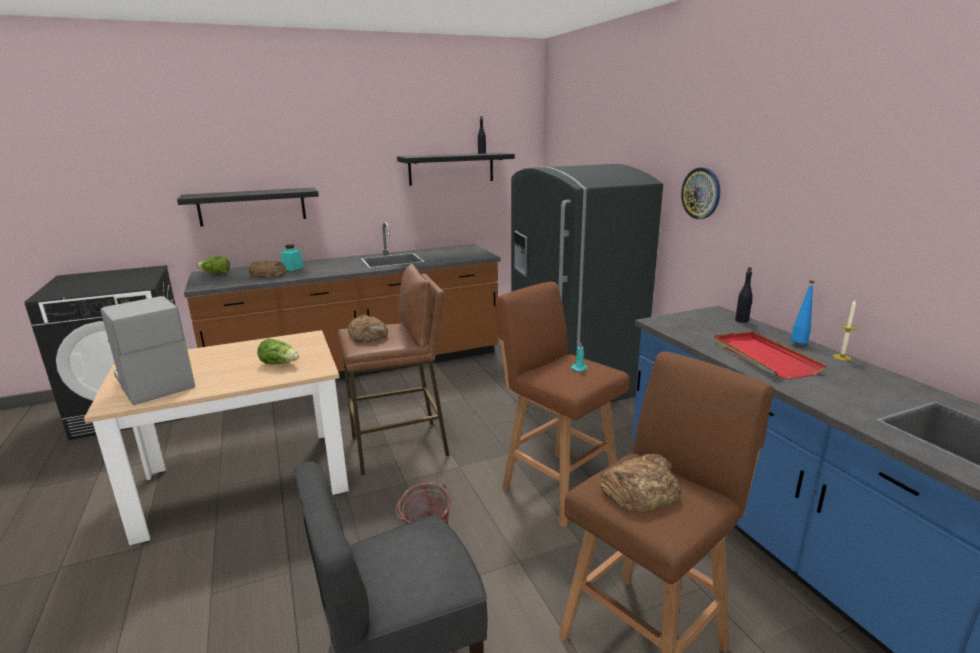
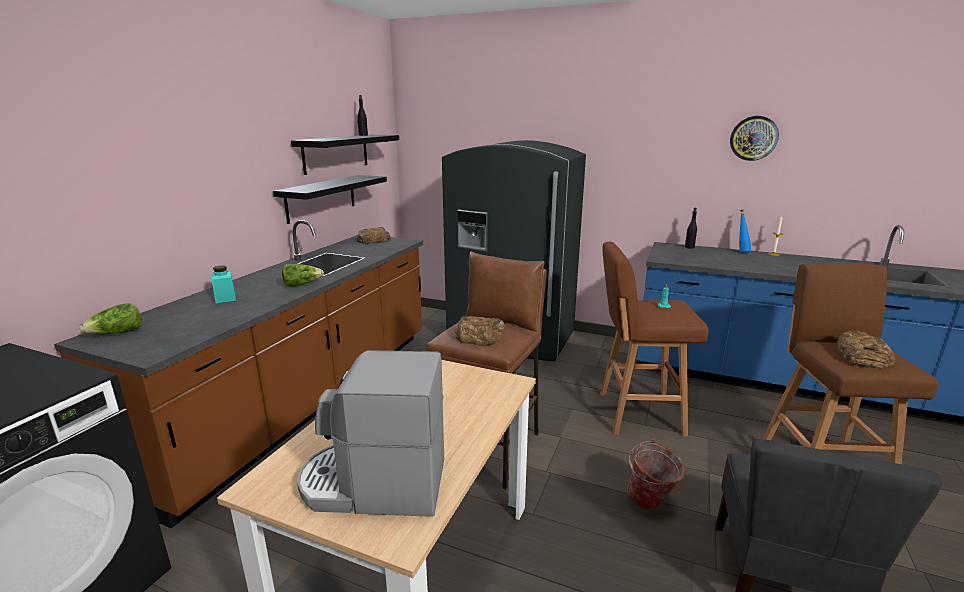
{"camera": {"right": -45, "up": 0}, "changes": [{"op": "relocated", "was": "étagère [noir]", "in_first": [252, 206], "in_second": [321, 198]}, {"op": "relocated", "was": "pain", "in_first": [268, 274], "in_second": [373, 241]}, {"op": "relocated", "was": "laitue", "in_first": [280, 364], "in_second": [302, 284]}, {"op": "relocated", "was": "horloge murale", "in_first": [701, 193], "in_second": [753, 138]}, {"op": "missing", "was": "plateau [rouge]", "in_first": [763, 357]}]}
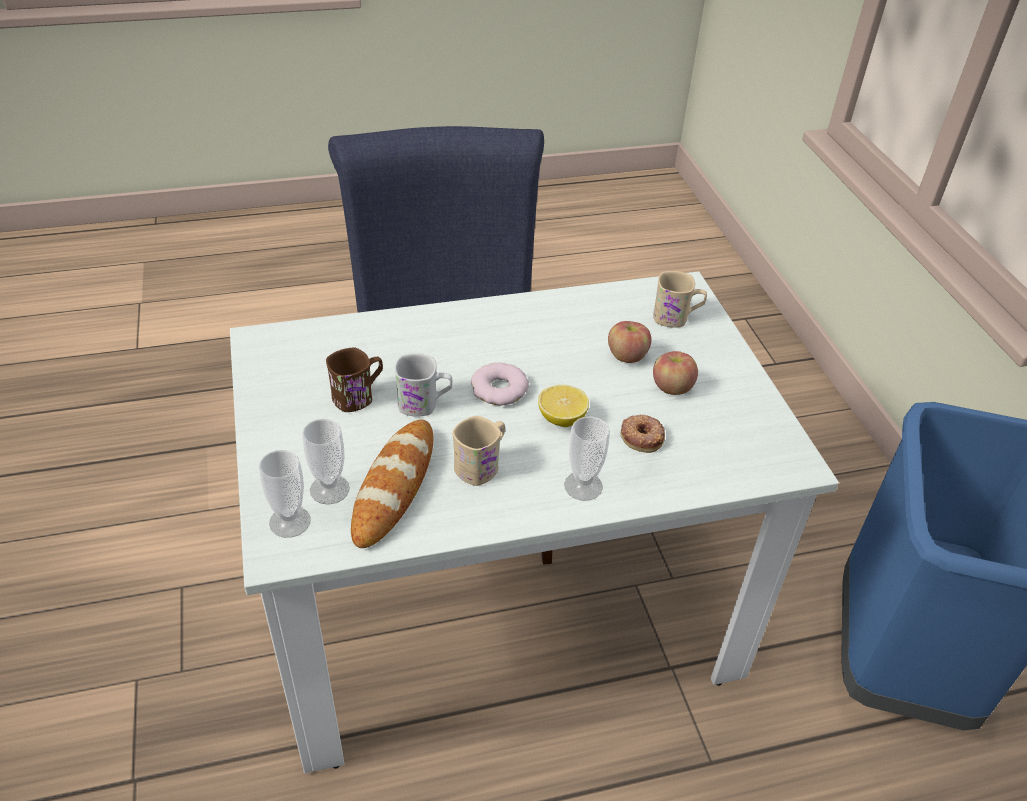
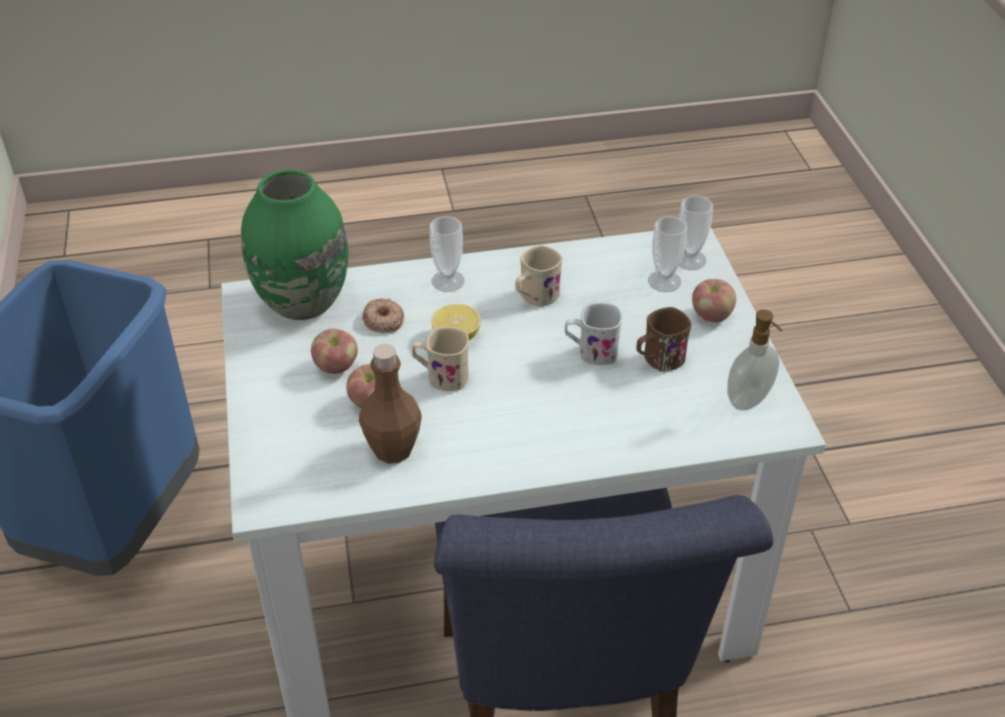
{"camera": {"right": -175, "up": 0}, "changes": [{"op": "missing", "was": "pain", "in_first": [394, 486]}, {"op": "missing", "was": "beignet", "in_first": [499, 389]}, {"op": "relocated", "was": "mug [beige]", "in_first": [676, 318], "in_second": [441, 377]}, {"op": "appeared", "now": "vase [vert]", "in_second": [302, 303]}, {"op": "appeared", "now": "bouteille [marron]", "in_second": [393, 450]}, {"op": "appeared", "now": "pomme", "in_second": [711, 316]}, {"op": "appeared", "now": "distributeur de savon", "in_second": [749, 401]}]}
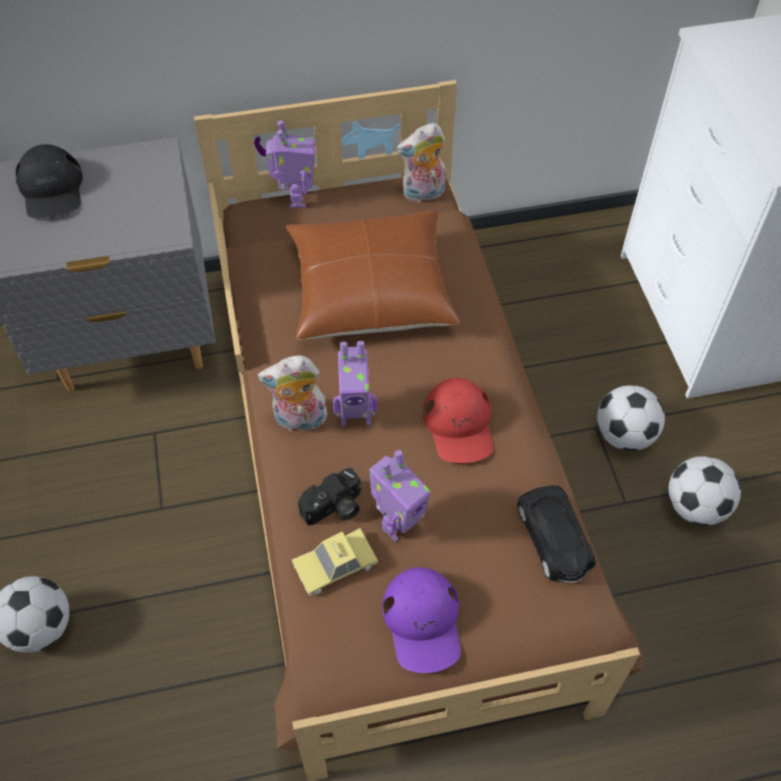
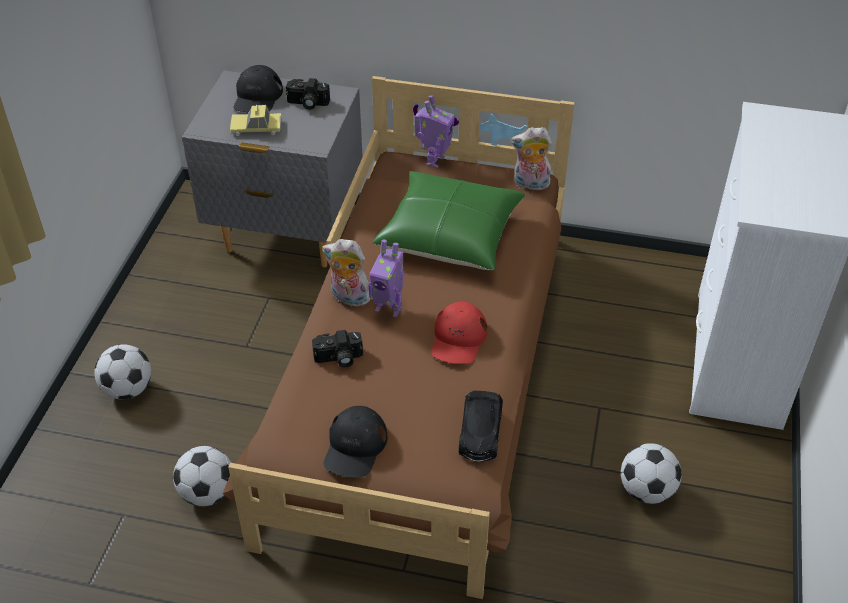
{"camera": {"right": 25, "up": -10}, "changes": [{"op": "colour", "was": "coussin [marron]", "now": "coussin [vert]", "in_first": [370, 290], "in_second": [449, 234]}, {"op": "relocated", "was": "petite voiture", "in_first": [335, 565], "in_second": [256, 127]}, {"op": "missing", "was": "robot jouet", "in_first": [398, 523]}, {"op": "colour", "was": "casquette [violet]", "now": "casquette [noir]", "in_first": [423, 622], "in_second": [355, 446]}, {"op": "relocated", "was": "ballon de foot", "in_first": [624, 435], "in_second": [207, 493]}, {"op": "appeared", "now": "appareil photo", "in_second": [307, 103]}]}
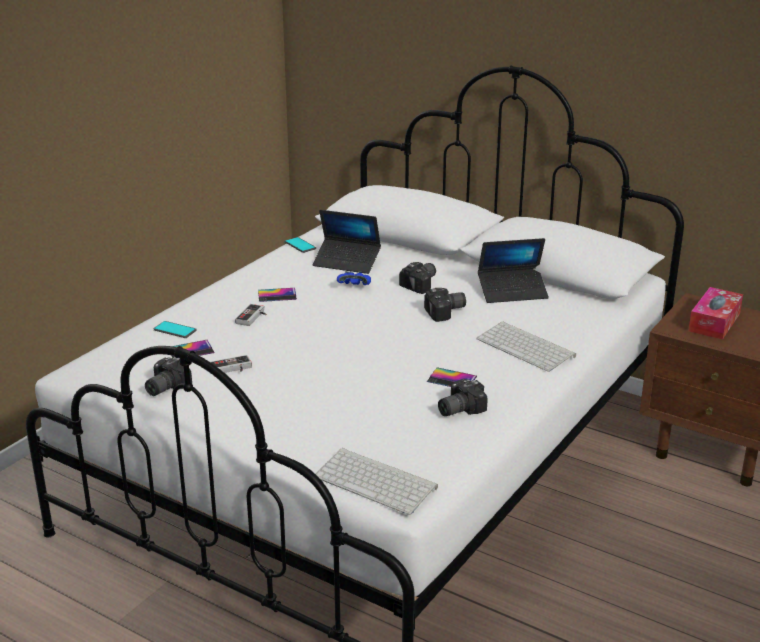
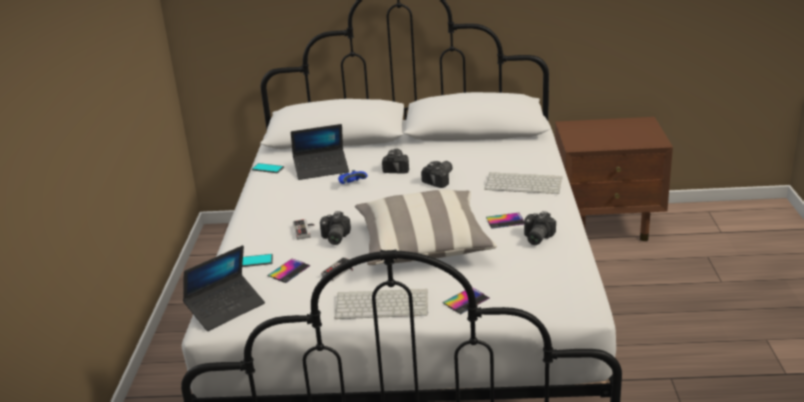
{"camera": {"right": -30, "up": 0}, "changes": [{"op": "relocated", "was": "appareil photo", "in_first": [164, 387], "in_second": [334, 238]}, {"op": "relocated", "was": "téléphone", "in_first": [277, 295], "in_second": [466, 301]}, {"op": "relocated", "was": "clavier", "in_first": [377, 482], "in_second": [383, 304]}, {"op": "relocated", "was": "ordinateur portable", "in_first": [512, 292], "in_second": [226, 308]}, {"op": "missing", "was": "boîte à mouchoirs", "in_first": [714, 322]}, {"op": "appeared", "now": "coussin", "in_second": [423, 245]}]}
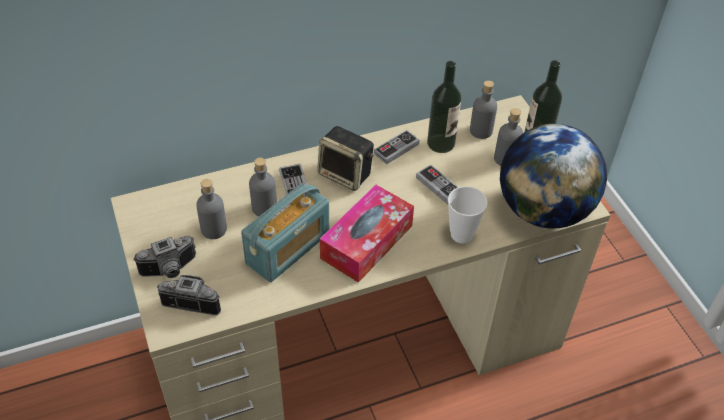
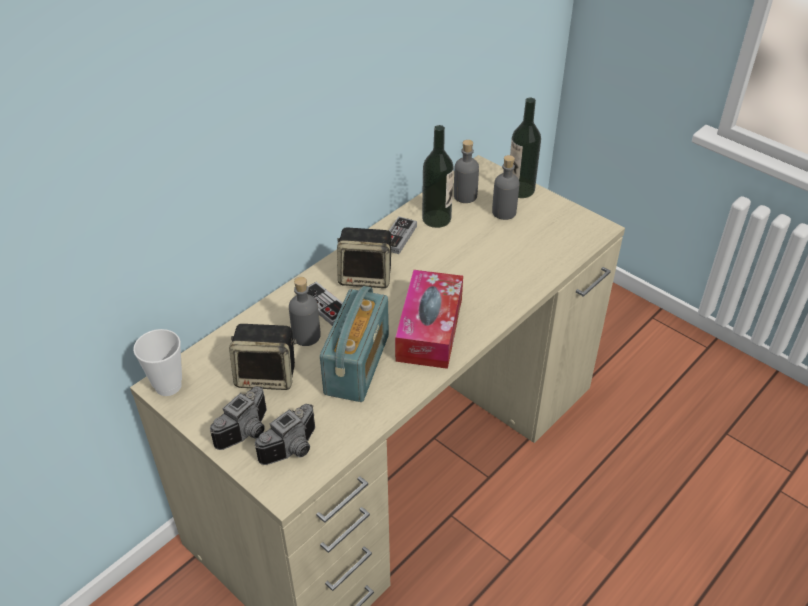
{"camera": {"right": -25, "up": -5}, "changes": [{"op": "spun", "was": "appareil photo", "in_first": [194, 299], "in_second": [294, 450], "clockwise": 150}, {"op": "exchanged", "was": "bouteille [gris]", "now": "enceinte", "in_first": [214, 229], "in_second": [267, 375]}, {"op": "missing", "was": "manette", "in_first": [438, 186]}, {"op": "relocated", "was": "tasse", "in_first": [461, 234], "in_second": [168, 386]}, {"op": "missing", "was": "globe", "in_first": [543, 210]}]}
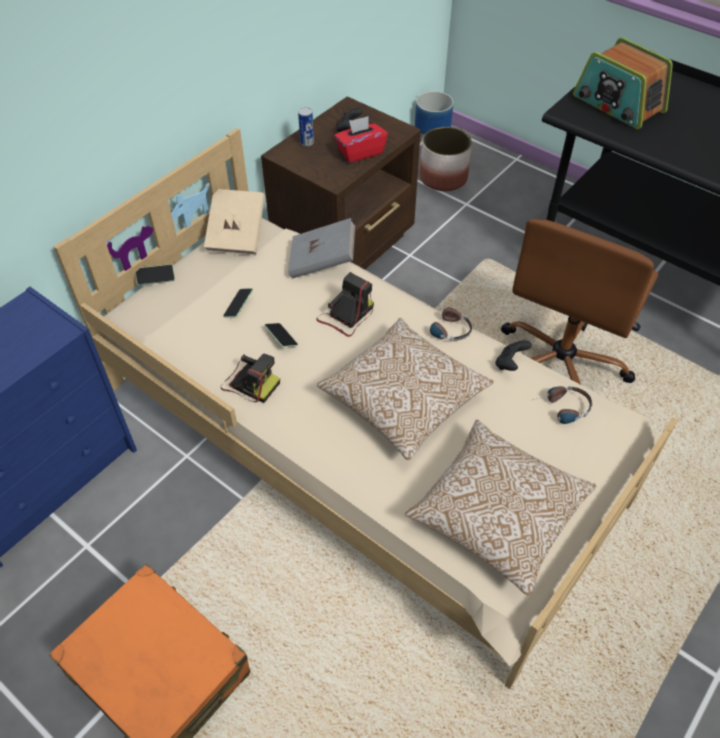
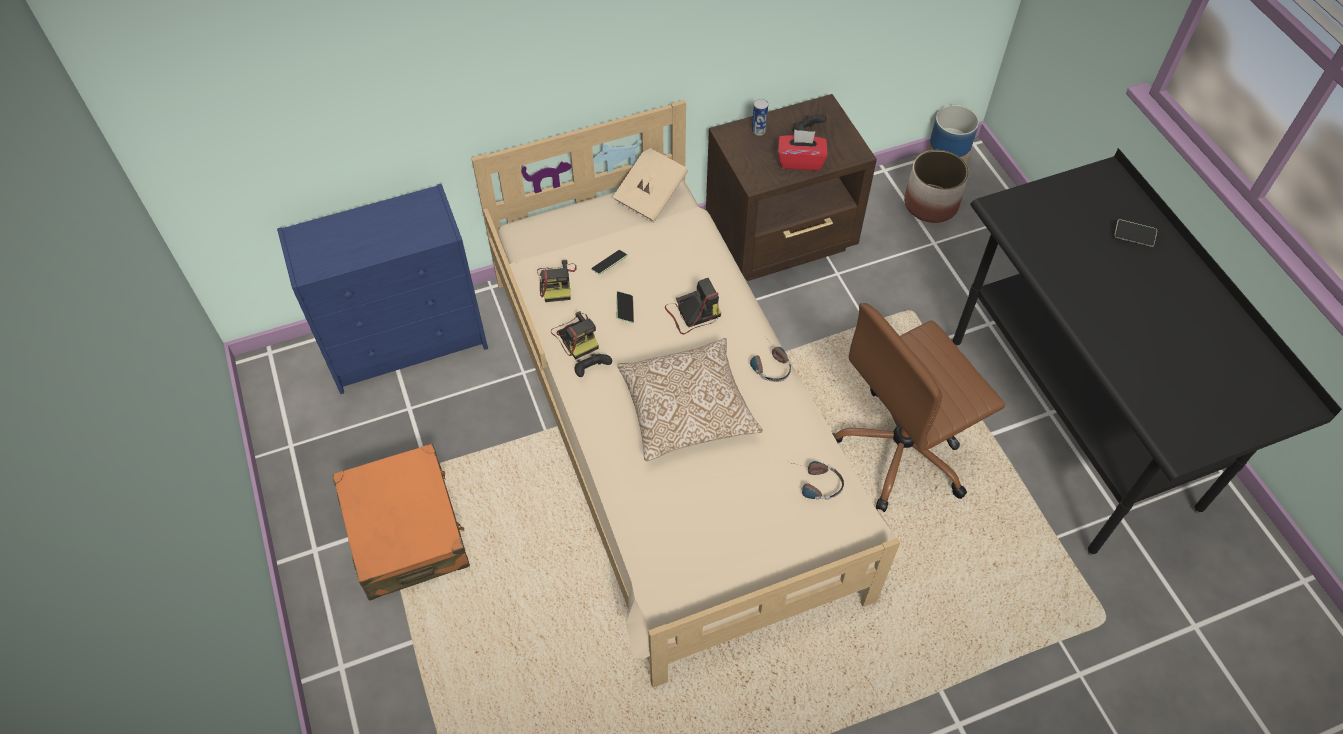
{"camera": {"right": 30, "up": 5}, "changes": [{"op": "relocated", "was": "téléphone", "in_first": [156, 278], "in_second": [1133, 237]}, {"op": "missing", "was": "livre [gris]", "in_first": [322, 262]}, {"op": "missing", "was": "coussin", "in_first": [497, 515]}, {"op": "relocated", "was": "manette [noir]", "in_first": [510, 364], "in_second": [592, 371]}, {"op": "missing", "was": "radio", "in_first": [618, 104]}, {"op": "appeared", "now": "appareil photo", "in_second": [557, 282]}]}
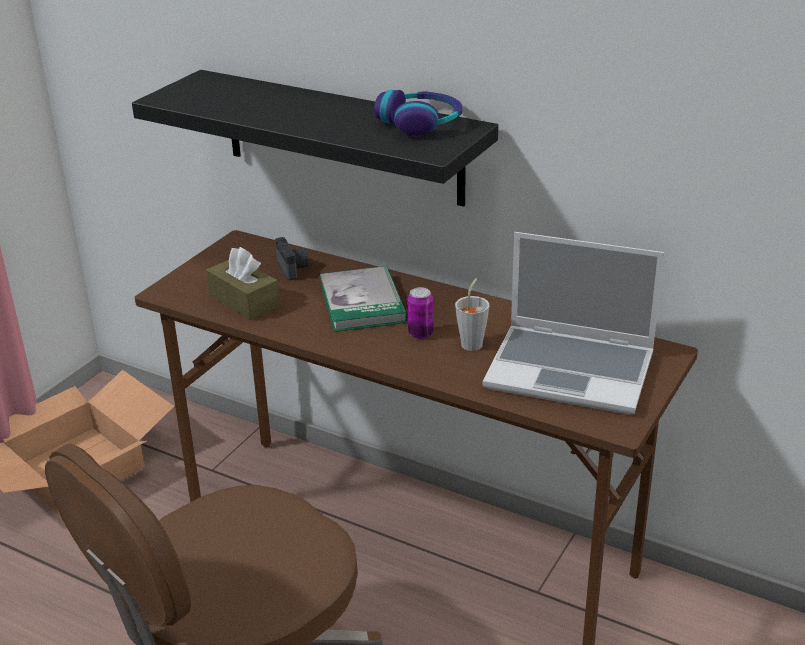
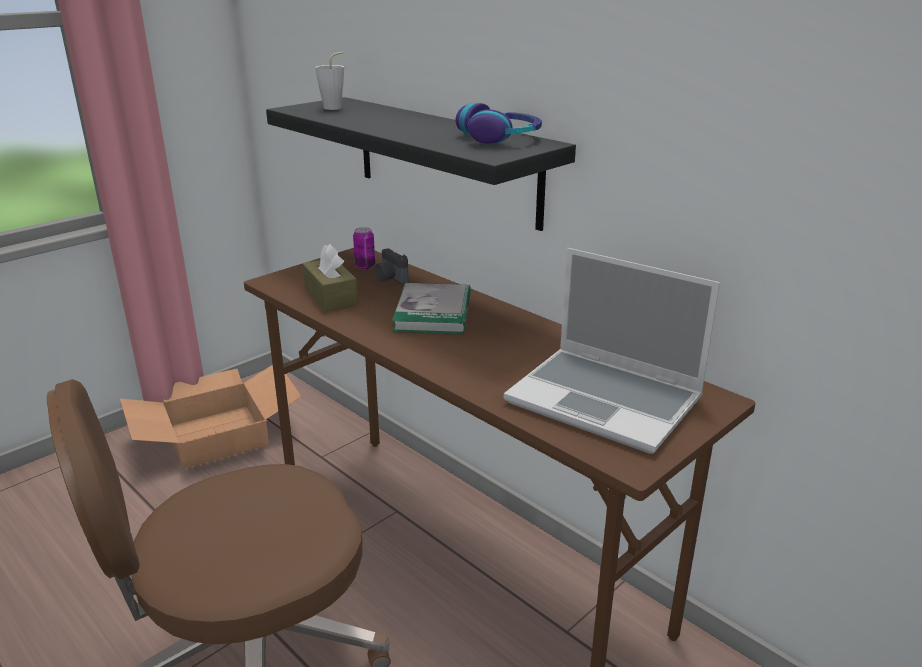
{"camera": {"right": 15, "up": -5}, "changes": [{"op": "spun", "was": "appareil photo", "in_first": [293, 269], "in_second": [390, 278], "clockwise": 150}, {"op": "relocated", "was": "boîte métallique", "in_first": [420, 334], "in_second": [365, 266]}, {"op": "relocated", "was": "tasse [gris]", "in_first": [473, 342], "in_second": [335, 107]}]}
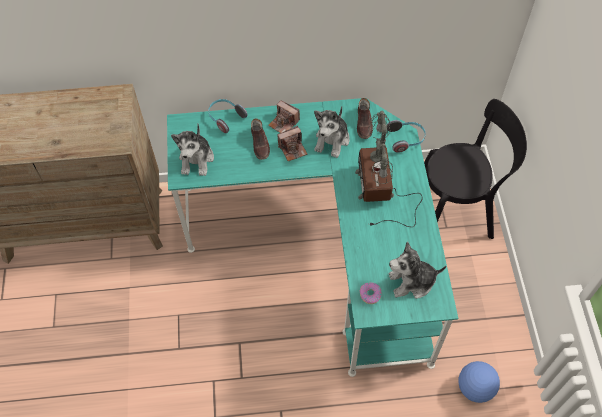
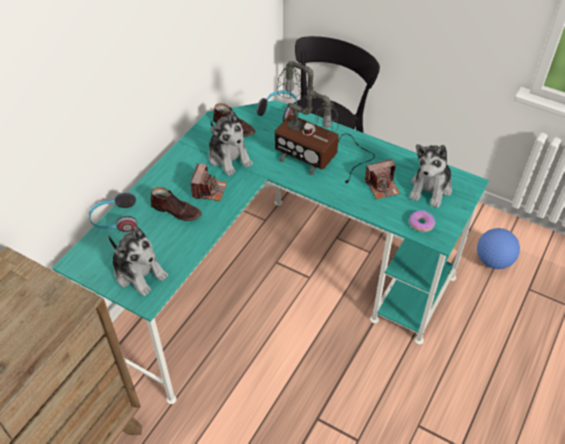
{"camera": {"right": -55, "up": -10}, "changes": [{"op": "relocated", "was": "appareil photo", "in_first": [284, 123], "in_second": [382, 186]}]}
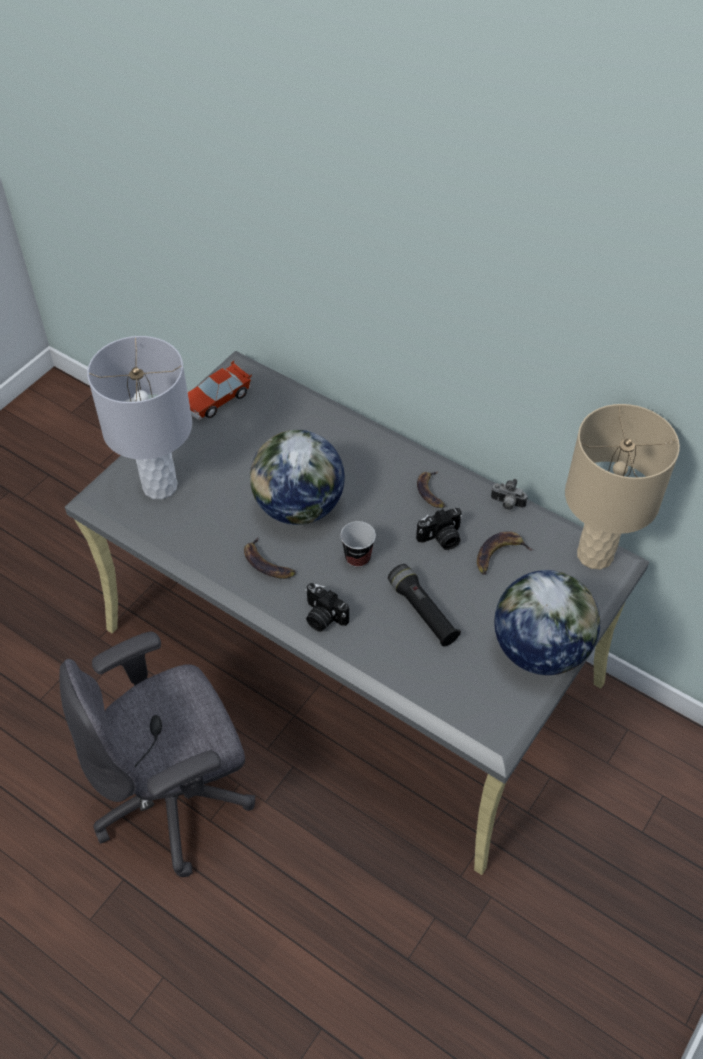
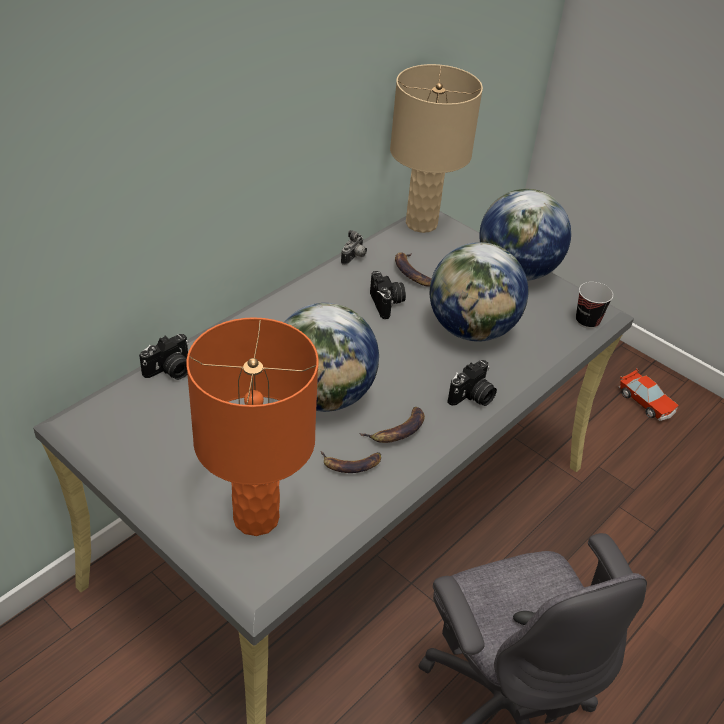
{"camera": {"right": -85, "up": -10}, "changes": [{"op": "colour", "was": "lampe de table [gris]", "now": "lampe de table [orange]", "in_first": [159, 486], "in_second": [256, 518]}, {"op": "relocated", "was": "petite voiture", "in_first": [216, 400], "in_second": [645, 402]}, {"op": "relocated", "was": "tasse", "in_first": [357, 558], "in_second": [587, 321]}, {"op": "exchanged", "was": "lampe de poche [noir]", "now": "globe", "in_first": [422, 612], "in_second": [472, 329]}, {"op": "relocated", "was": "banane", "in_first": [431, 492], "in_second": [351, 464]}, {"op": "appeared", "now": "appareil photo", "in_second": [170, 371]}]}
